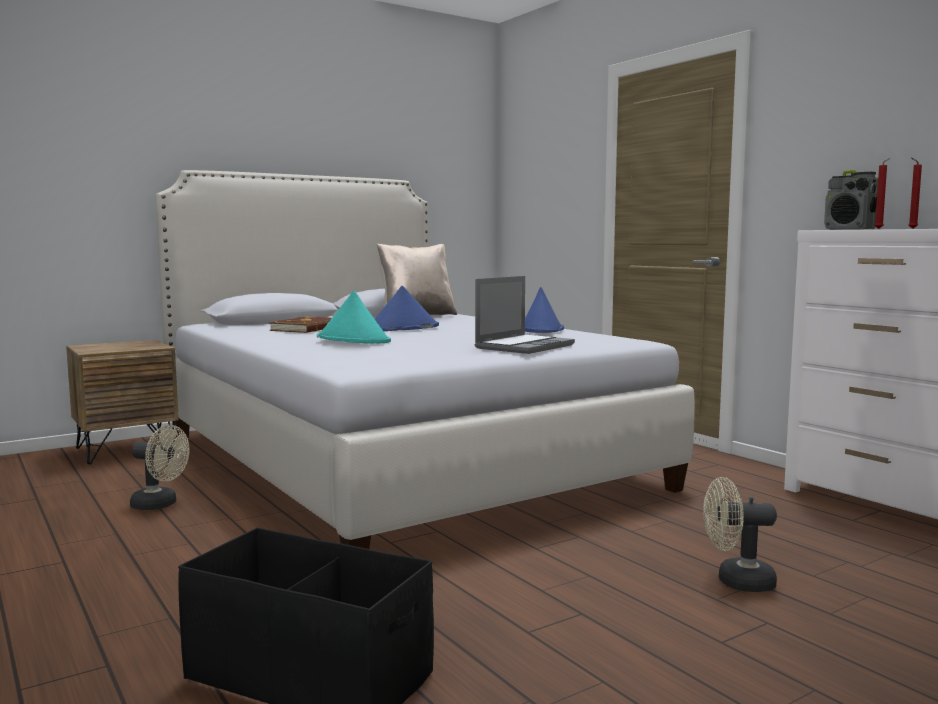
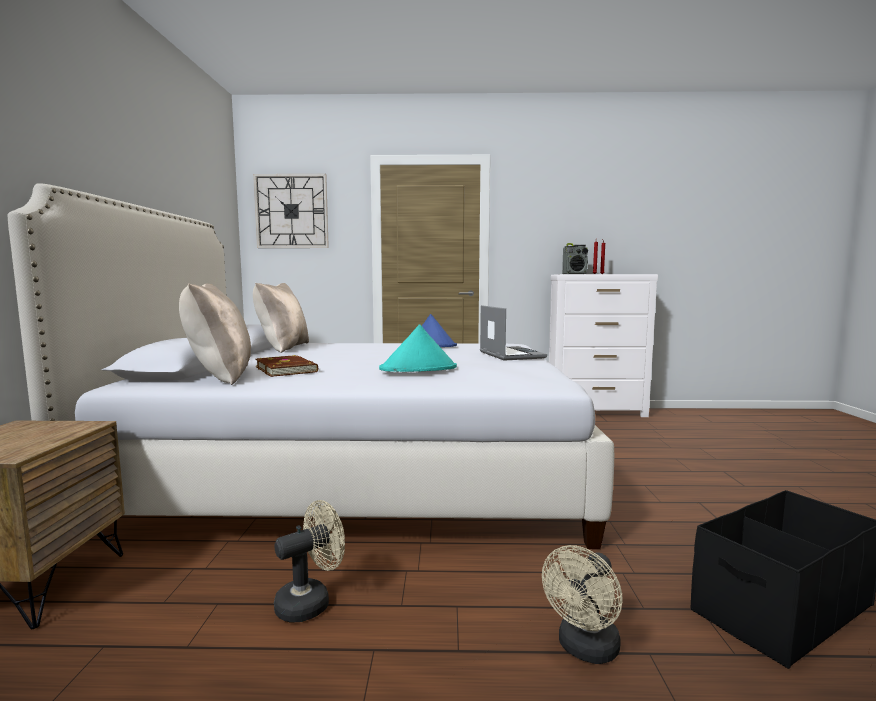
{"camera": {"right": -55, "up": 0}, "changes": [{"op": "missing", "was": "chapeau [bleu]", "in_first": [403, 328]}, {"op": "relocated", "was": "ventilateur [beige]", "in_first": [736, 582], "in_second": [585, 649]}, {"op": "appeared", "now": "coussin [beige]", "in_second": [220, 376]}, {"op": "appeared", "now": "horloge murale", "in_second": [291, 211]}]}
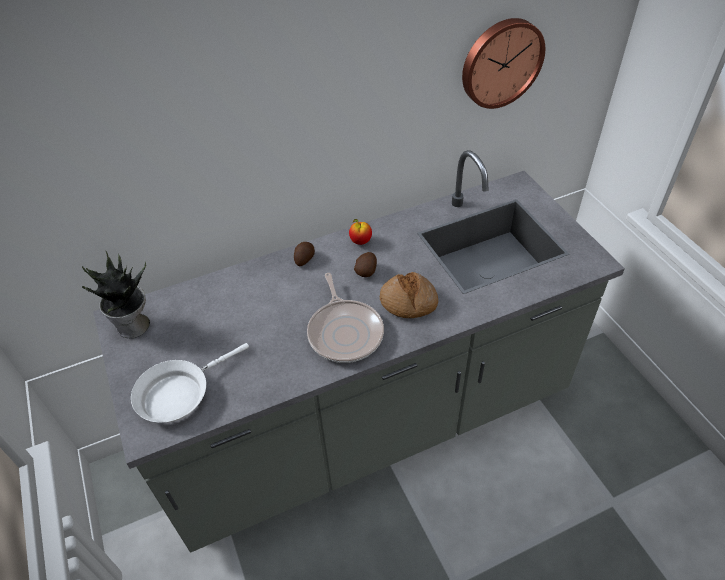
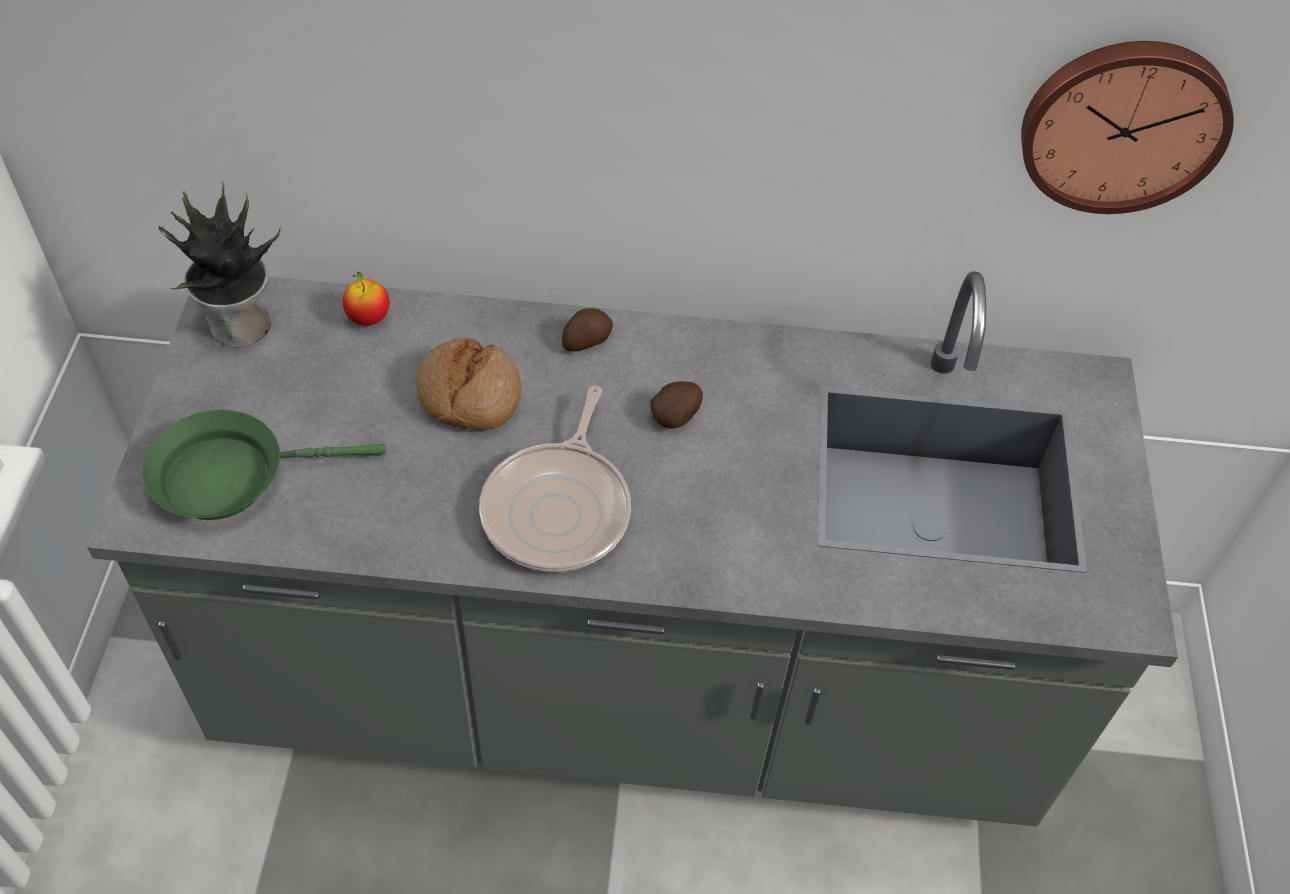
{"camera": {"right": 25, "up": 5}, "changes": [{"op": "colour", "was": "poêle [blanc]", "now": "poêle [vert]", "in_first": [179, 393], "in_second": [231, 476]}, {"op": "relocated", "was": "pomme", "in_first": [360, 241], "in_second": [368, 318]}, {"op": "relocated", "was": "pain", "in_first": [408, 302], "in_second": [469, 395]}]}
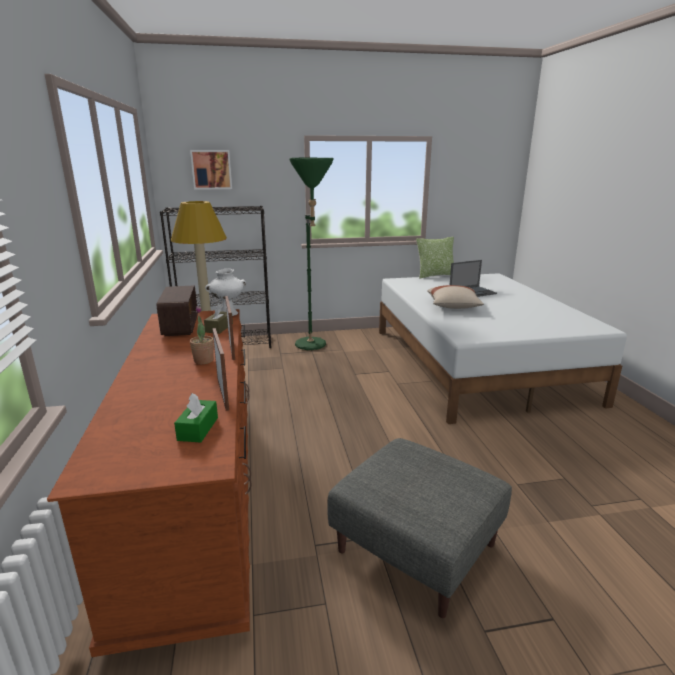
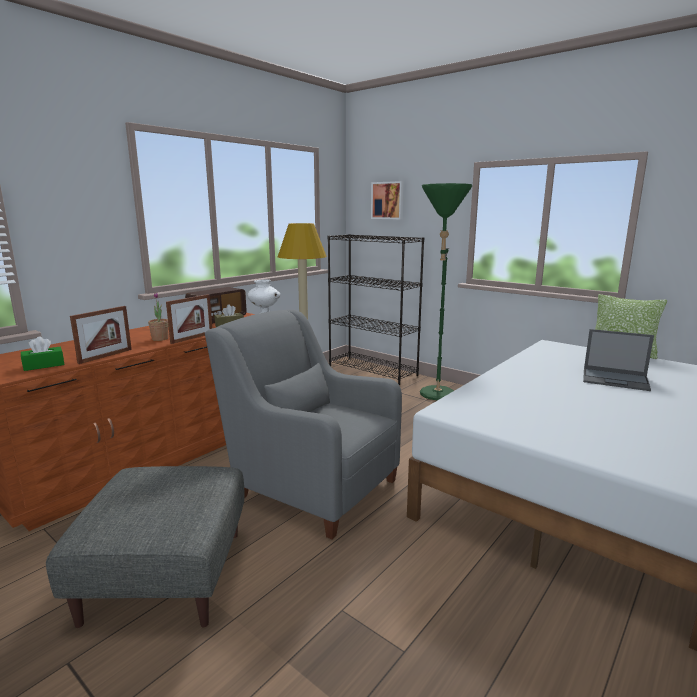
{"camera": {"right": 50, "up": -5}, "changes": [{"op": "missing", "was": "coussin [beige]", "in_first": [453, 307]}, {"op": "appeared", "now": "fauteuil [gris]", "in_second": [311, 485]}]}
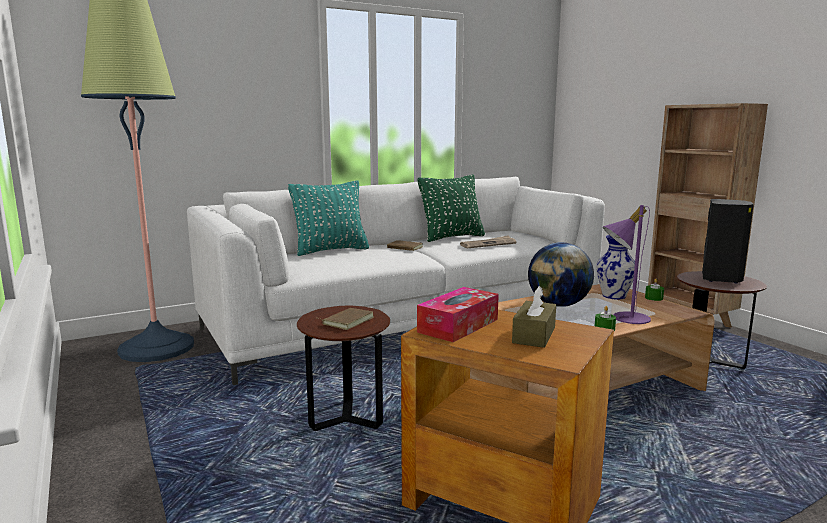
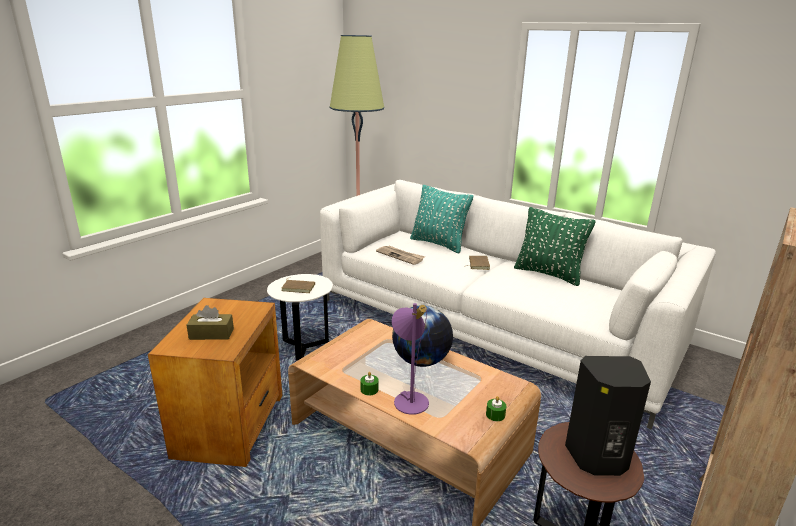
{"camera": {"right": 65, "up": 10}, "changes": [{"op": "colour", "was": "table d'appoint [marron]", "now": "table d'appoint [blanc]", "in_first": [346, 420], "in_second": [304, 348]}, {"op": "missing", "was": "boîte à mouchoirs", "in_first": [458, 325]}, {"op": "relocated", "was": "journal", "in_first": [488, 244], "in_second": [400, 256]}, {"op": "missing", "was": "vase", "in_first": [614, 296]}]}
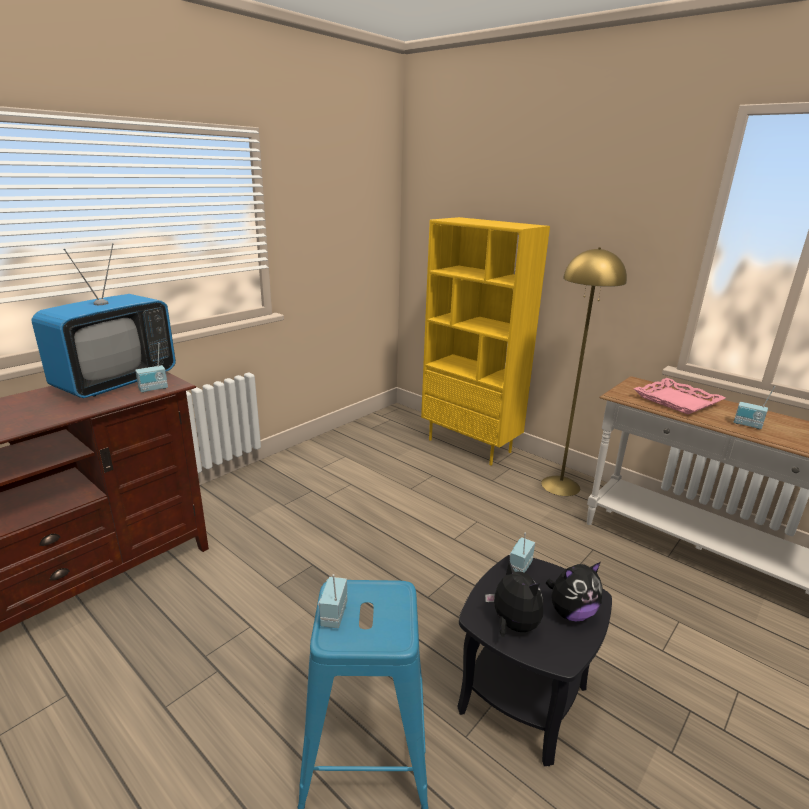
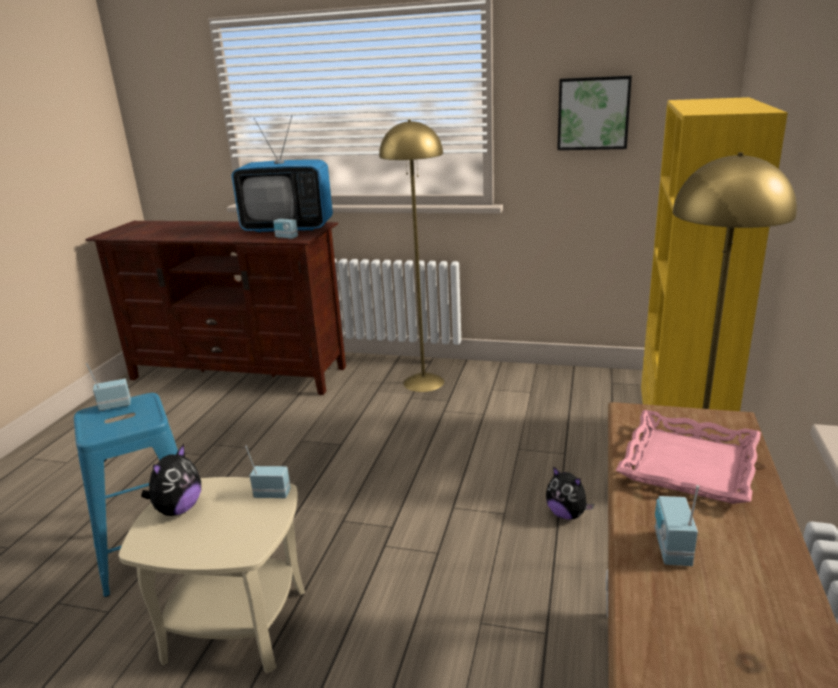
{"camera": {"right": 65, "up": 0}, "changes": [{"op": "colour", "was": "table d'appoint [noir]", "now": "table d'appoint [beige]", "in_first": [522, 699], "in_second": [235, 625]}, {"op": "relocated", "was": "peluche", "in_first": [571, 612], "in_second": [567, 514]}, {"op": "appeared", "now": "lampadaire [jaune]", "in_second": [424, 382]}, {"op": "appeared", "now": "tableau", "in_second": [593, 113]}]}
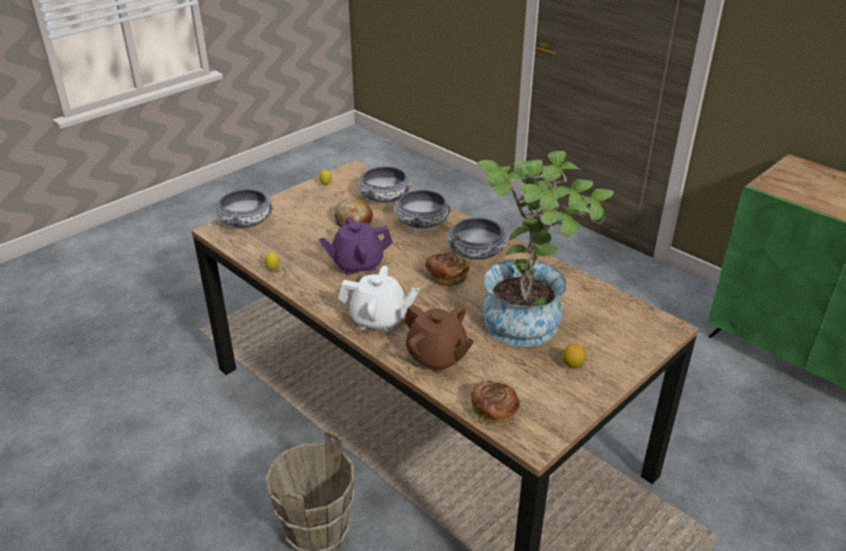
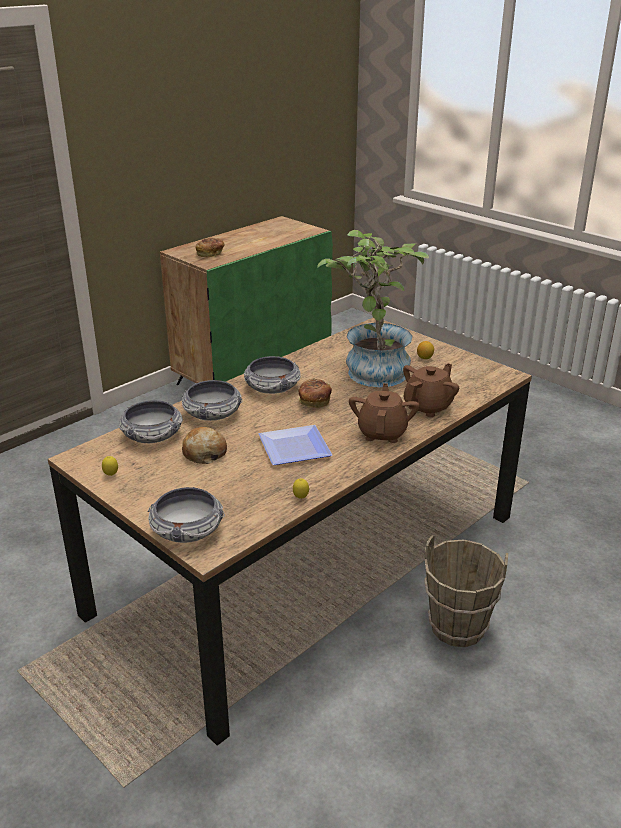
{"camera": {"right": -90, "up": -5}, "changes": [{"op": "exchanged", "was": "théière [violet]", "now": "assiette", "in_first": [357, 264], "in_second": [292, 447]}, {"op": "colour", "was": "théière [blanc]", "now": "théière [marron]", "in_first": [379, 319], "in_second": [382, 433]}, {"op": "relocated", "was": "pain", "in_first": [494, 412], "in_second": [210, 254]}]}
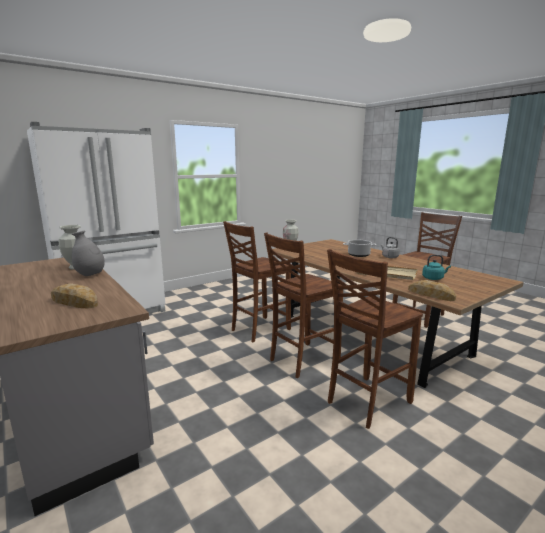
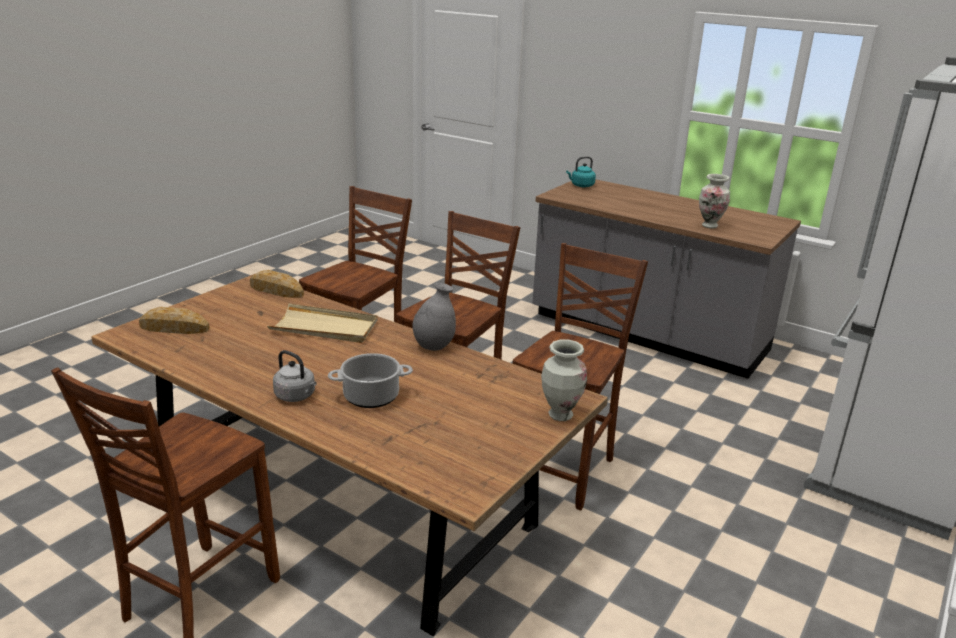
{"camera": {"right": 160, "up": 10}, "changes": [{"op": "relocated", "was": "pain", "in_first": [74, 302], "in_second": [174, 328]}, {"op": "relocated", "was": "vase [gris]", "in_first": [90, 275], "in_second": [434, 346]}, {"op": "relocated", "was": "bouilloire [turquoise]", "in_first": [433, 278], "in_second": [581, 186]}]}
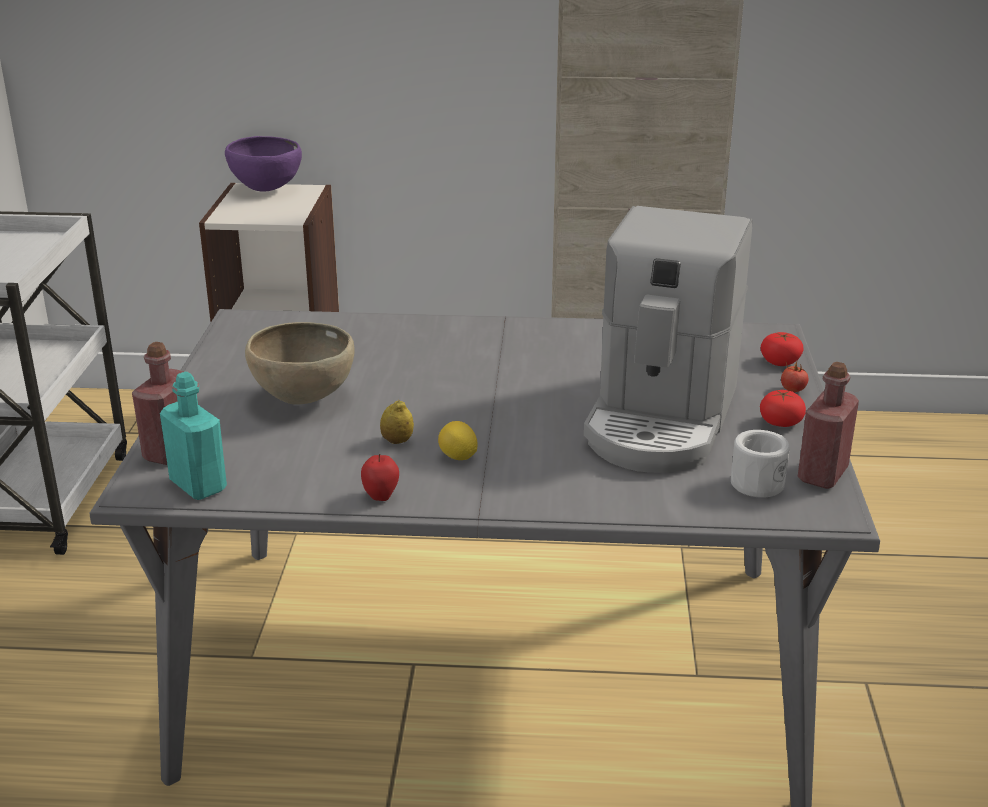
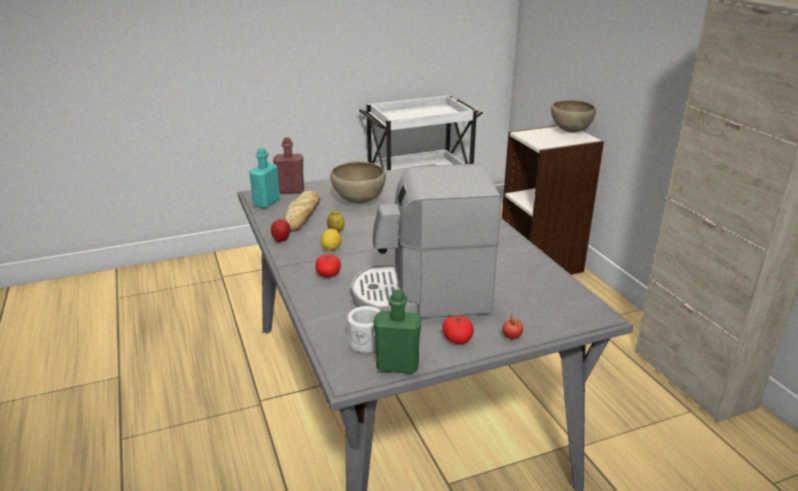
{"camera": {"right": 65, "up": 0}, "changes": [{"op": "colour", "was": "bol [violet]", "now": "bol [marron]", "in_first": [266, 190], "in_second": [570, 132]}, {"op": "relocated", "was": "tomate", "in_first": [780, 362], "in_second": [328, 274]}, {"op": "colour", "was": "bouteille [rouge]", "now": "bouteille [vert]", "in_first": [822, 474], "in_second": [397, 366]}, {"op": "appeared", "now": "pain", "in_second": [302, 216]}]}
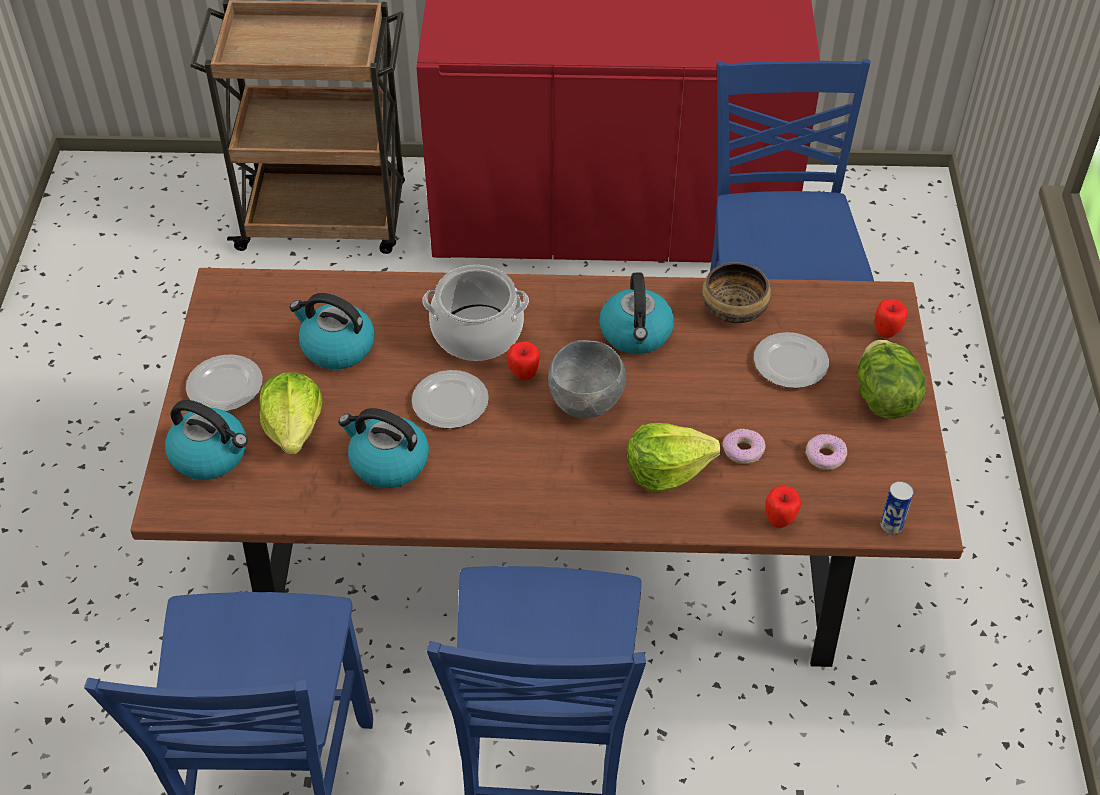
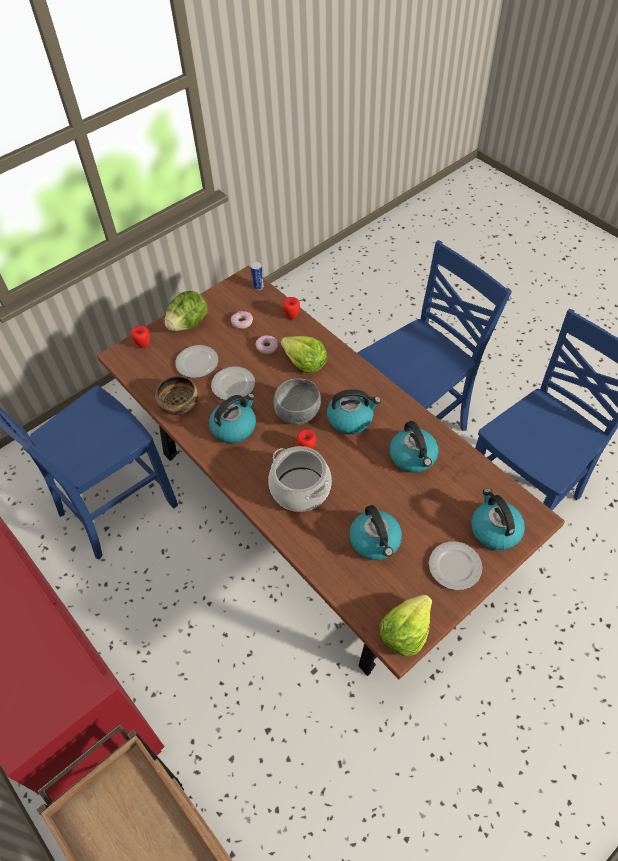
{"camera": {"right": -130, "up": 5}, "changes": [{"op": "relocated", "was": "laitue", "in_first": [294, 428], "in_second": [405, 631]}, {"op": "relocated", "was": "assiette", "in_first": [450, 403], "in_second": [233, 385]}, {"op": "appeared", "now": "bouilloire", "in_second": [351, 418]}]}
